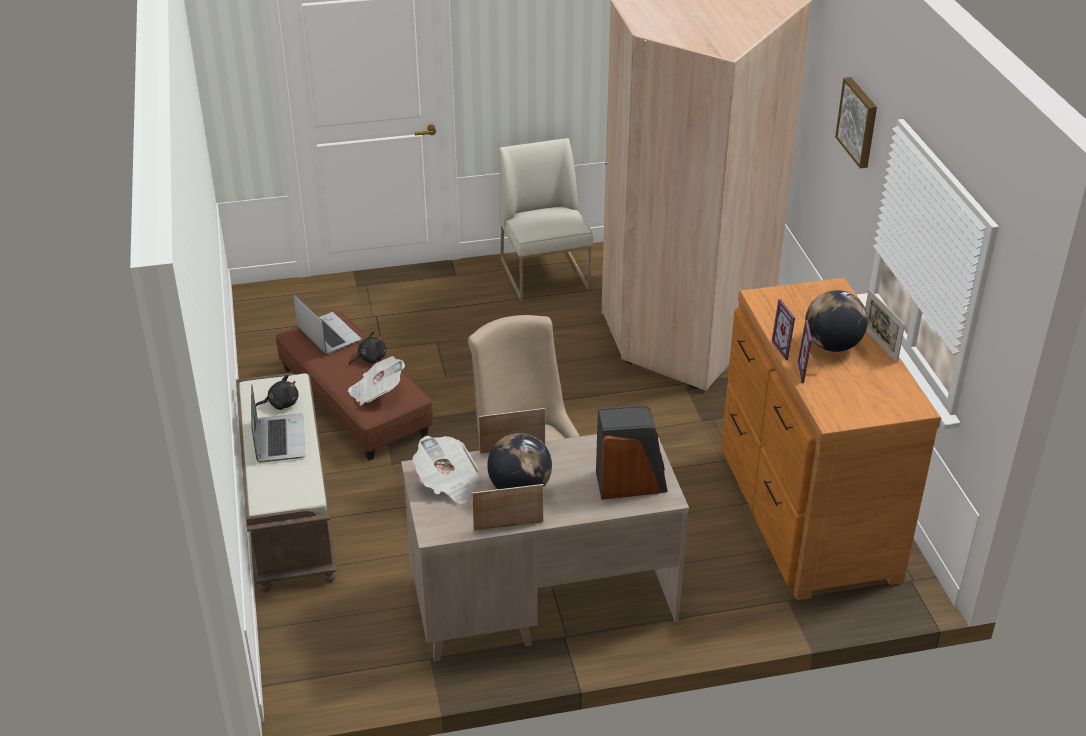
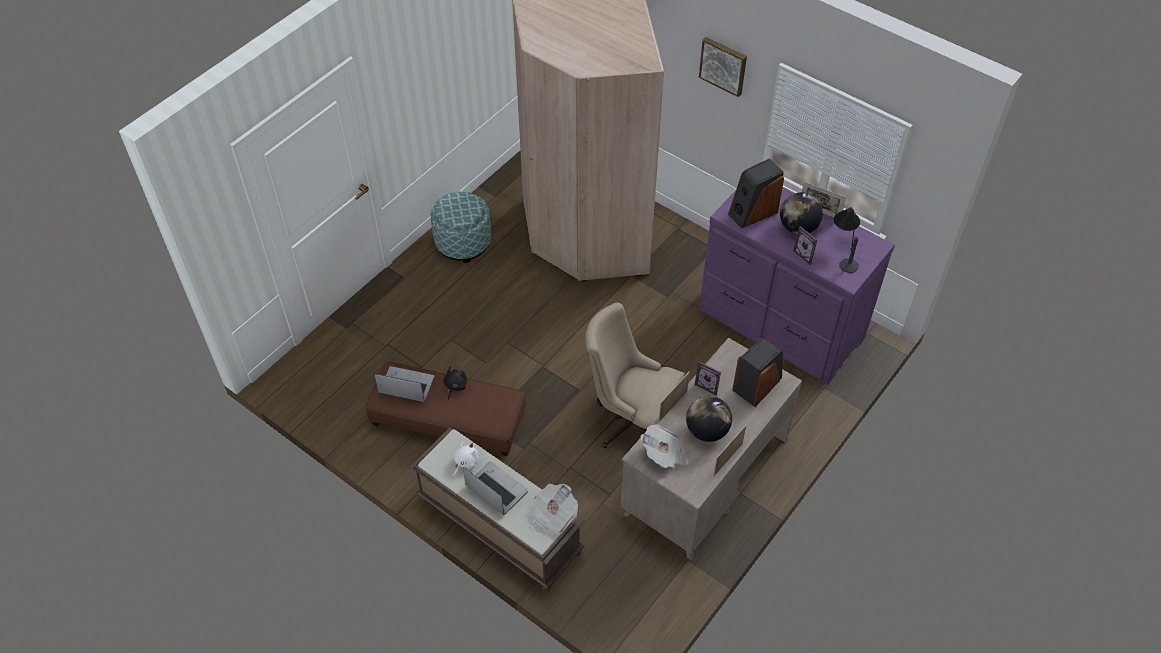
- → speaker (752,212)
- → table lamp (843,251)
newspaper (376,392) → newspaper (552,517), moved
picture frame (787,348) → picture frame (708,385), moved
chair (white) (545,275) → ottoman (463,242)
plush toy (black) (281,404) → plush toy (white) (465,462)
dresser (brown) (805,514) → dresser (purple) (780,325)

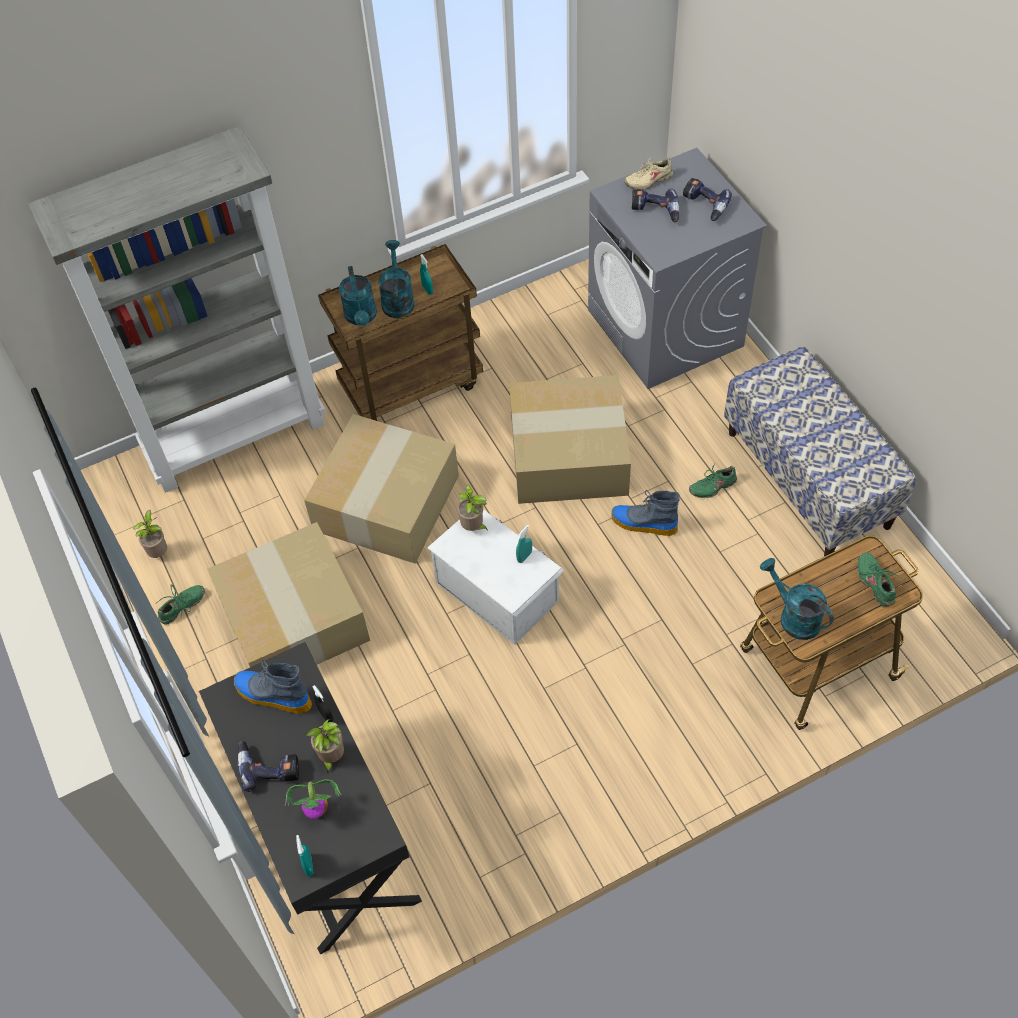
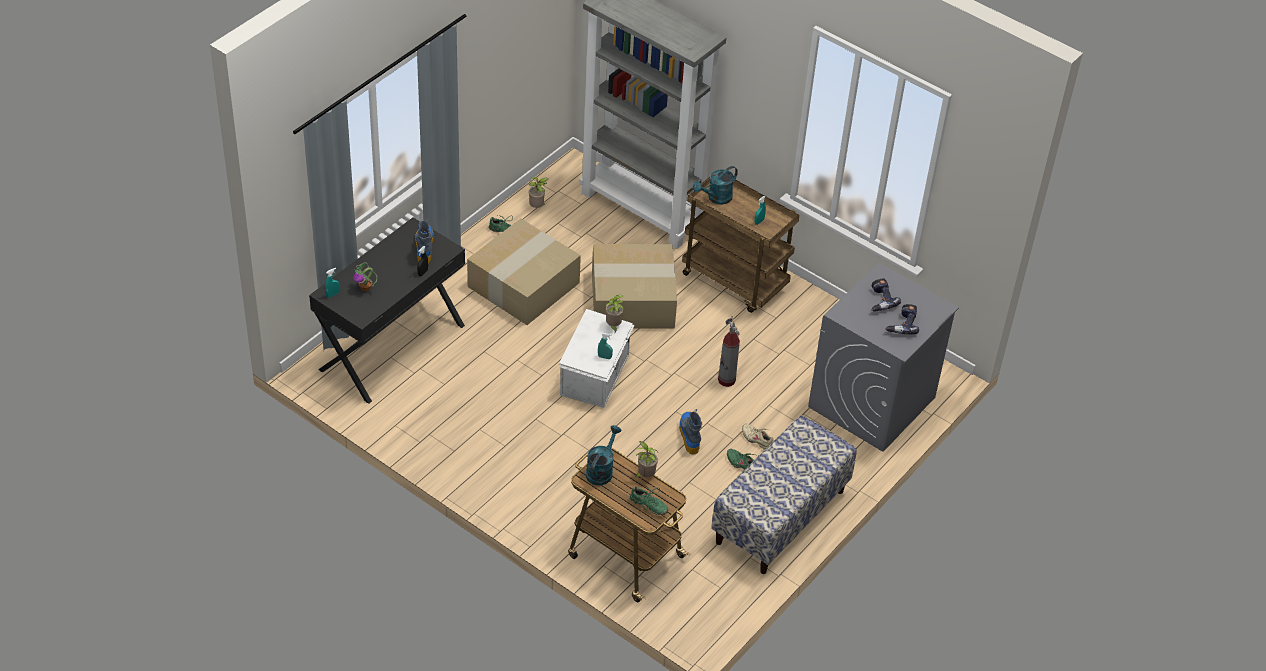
power drill (269,766) → -
watering can (turquoise) (397,299) → -
potted plant (331,757) → potted plant (645,475), moved
shoe (beige) (648,180) → shoe (beige) (757,439), moved
cardboard box (570,453) → fire extinguisher (726,380)
shoe (green) (875,582) → shoe (green) (648,505), 75 degrees clockwise

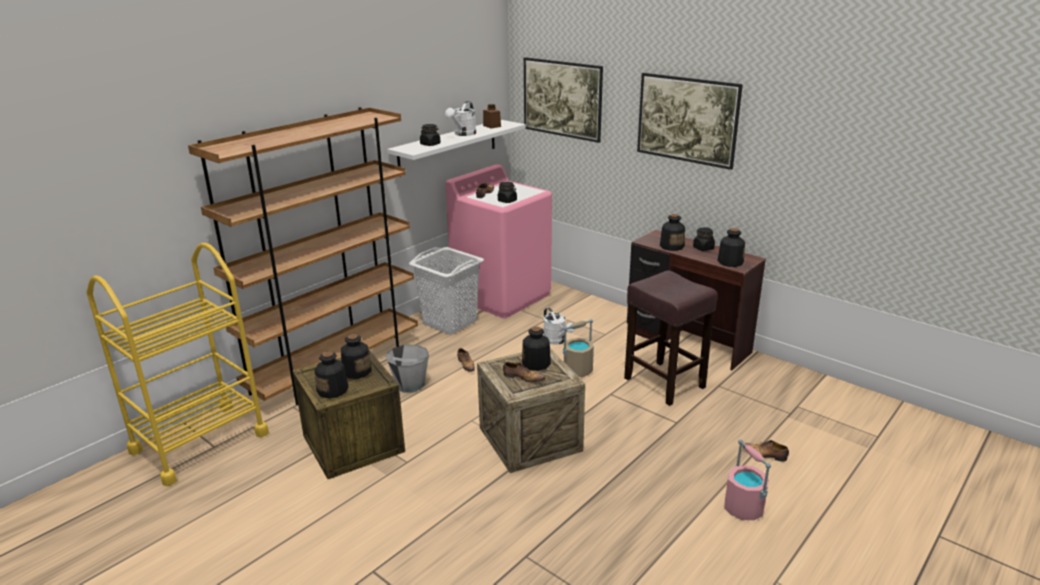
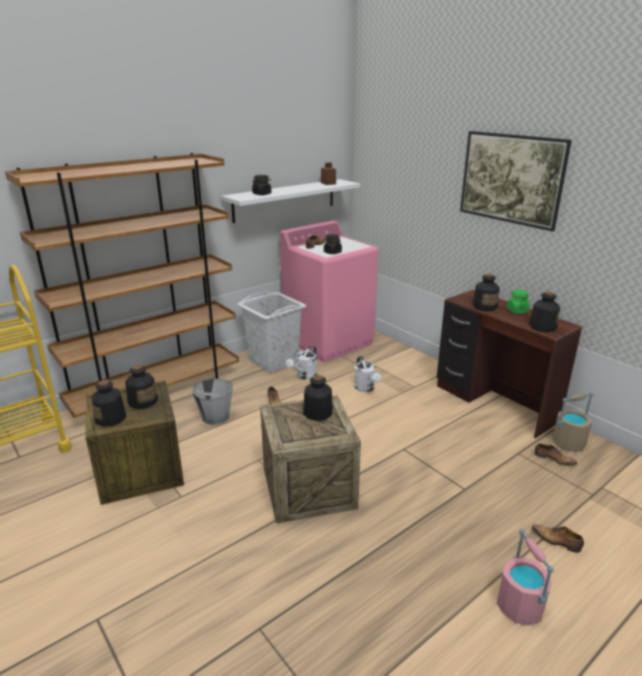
picture (562,117) → -
stool (brown) (663,382) → -
watering can (white) (463,134) → watering can (white) (304,376), moved
shoe (523,378) → shoe (553,459), moved
bucket (beige) (578,370) → bucket (beige) (568,443), moved
jar (black) (703,248) → jar (green) (517,311)

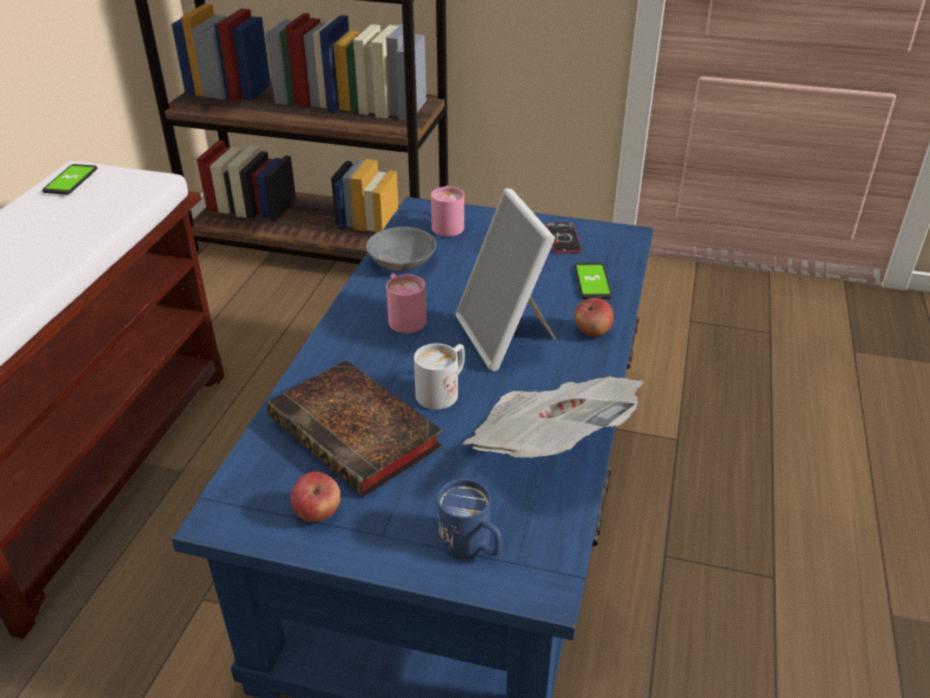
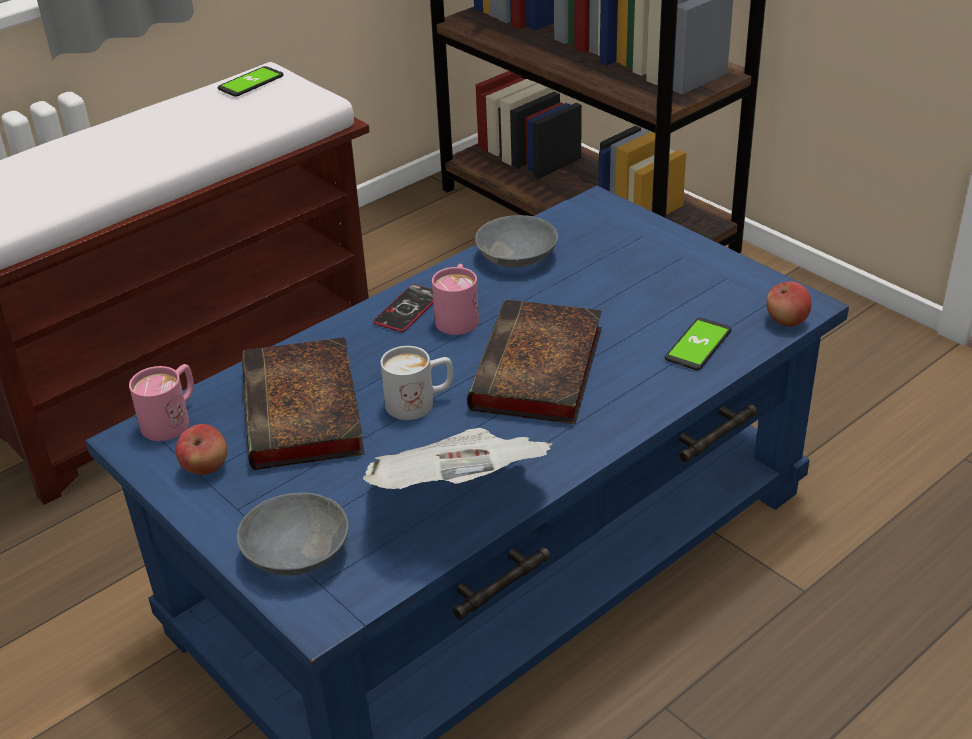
mug (pink) (447,224) → mug (pink) (173,419), moved
phone (563,239) → phone (408,309), moved
apple (592,332) → apple (786,321), moved
mug (blue) (472,546) → bowl (grey) (298,552)
picture frame (506,337) → book (538,372)

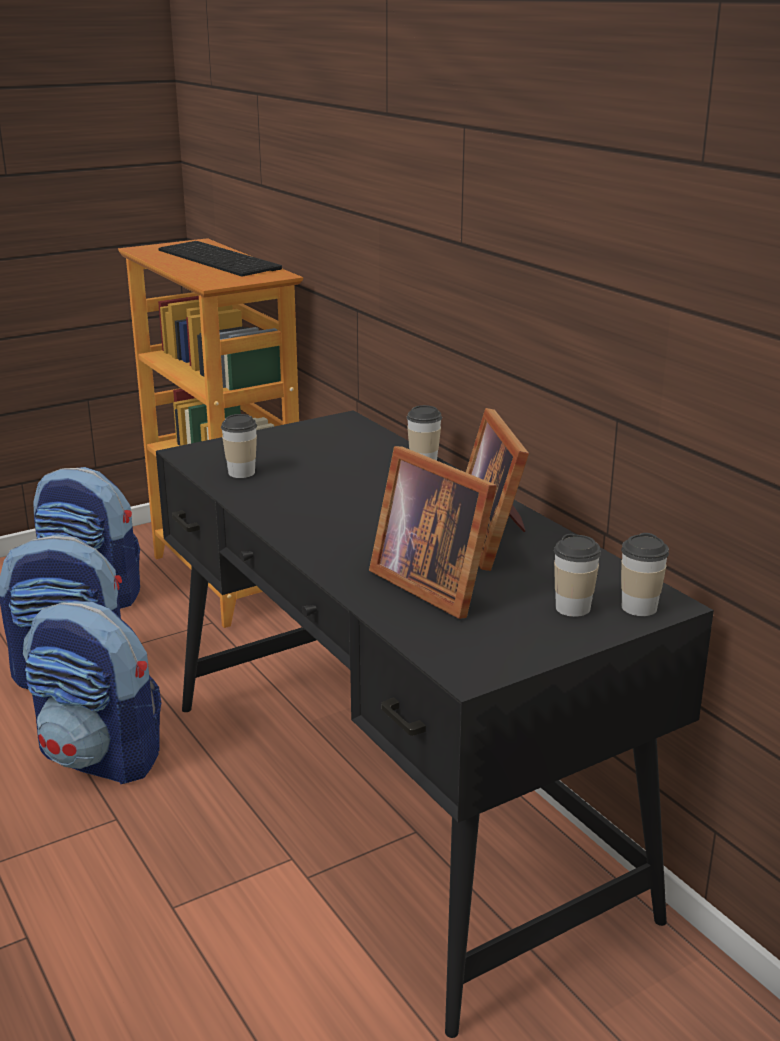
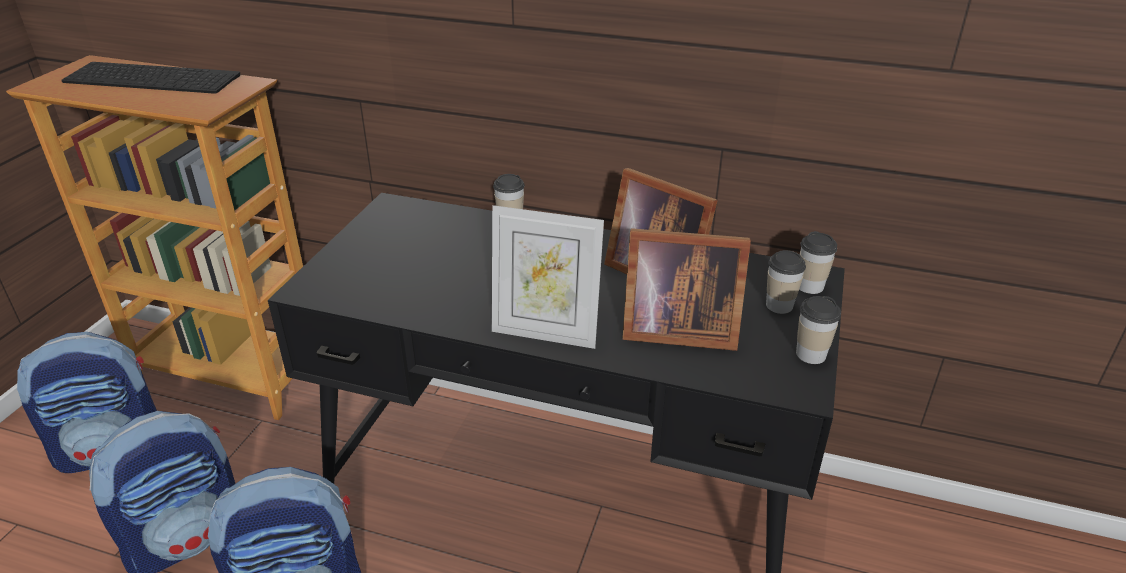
- → picture frame (545,333)
cup (241,472) → cup (810,354), moved

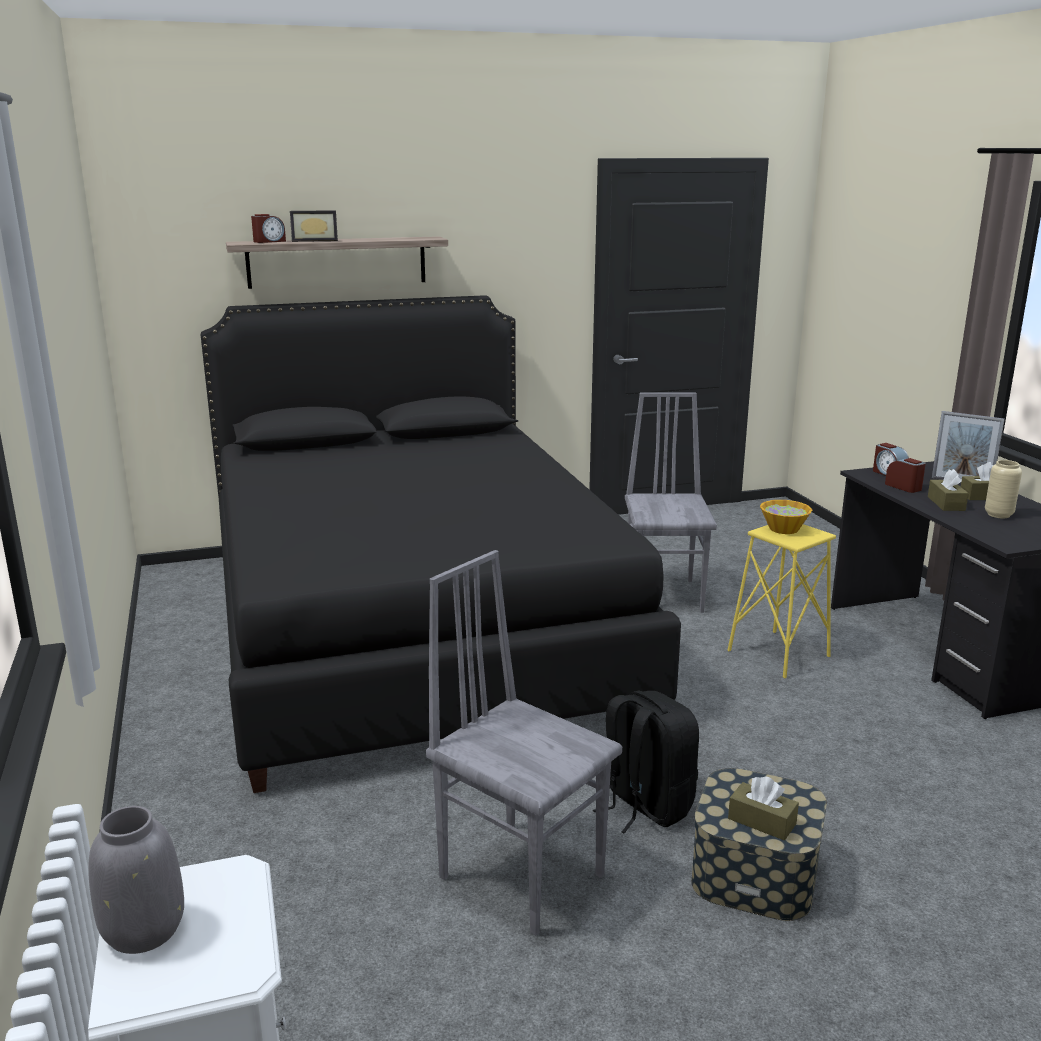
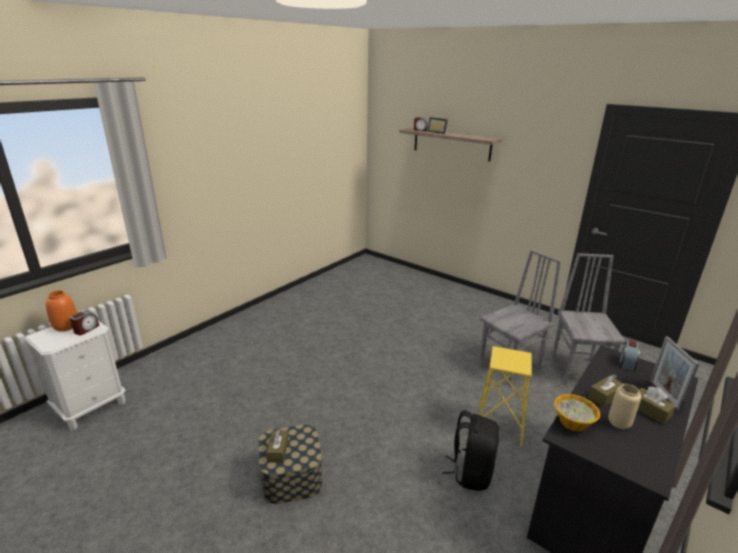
bed (black) (412,628) → -
chair (grey) (522,874) → chair (grey) (578,371), moved
backpack (black) (644,805) → backpack (black) (471,472), moved
bowl (784,529) → bowl (572,423), moved
alarm clock (904,487) → alarm clock (86,329), moved
vase (grey) (142,930) → vase (orange) (66,326)

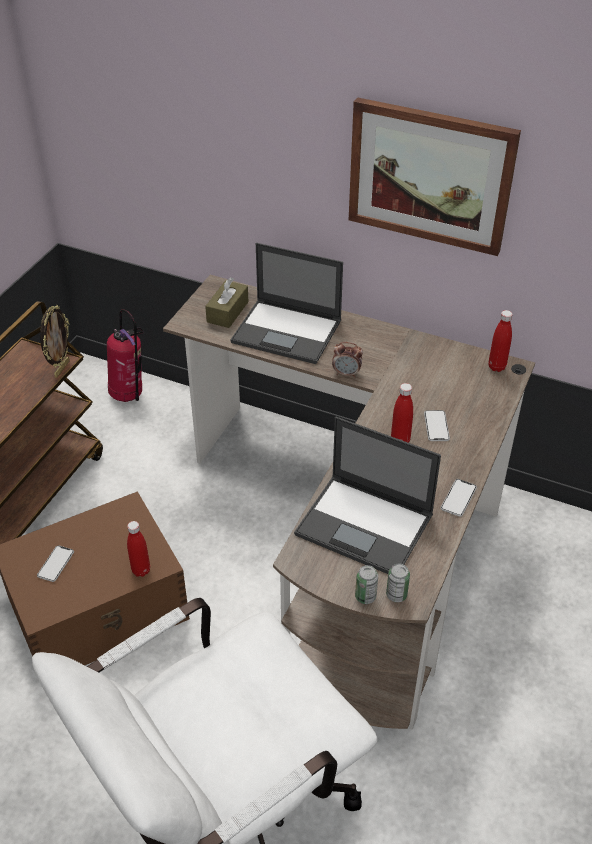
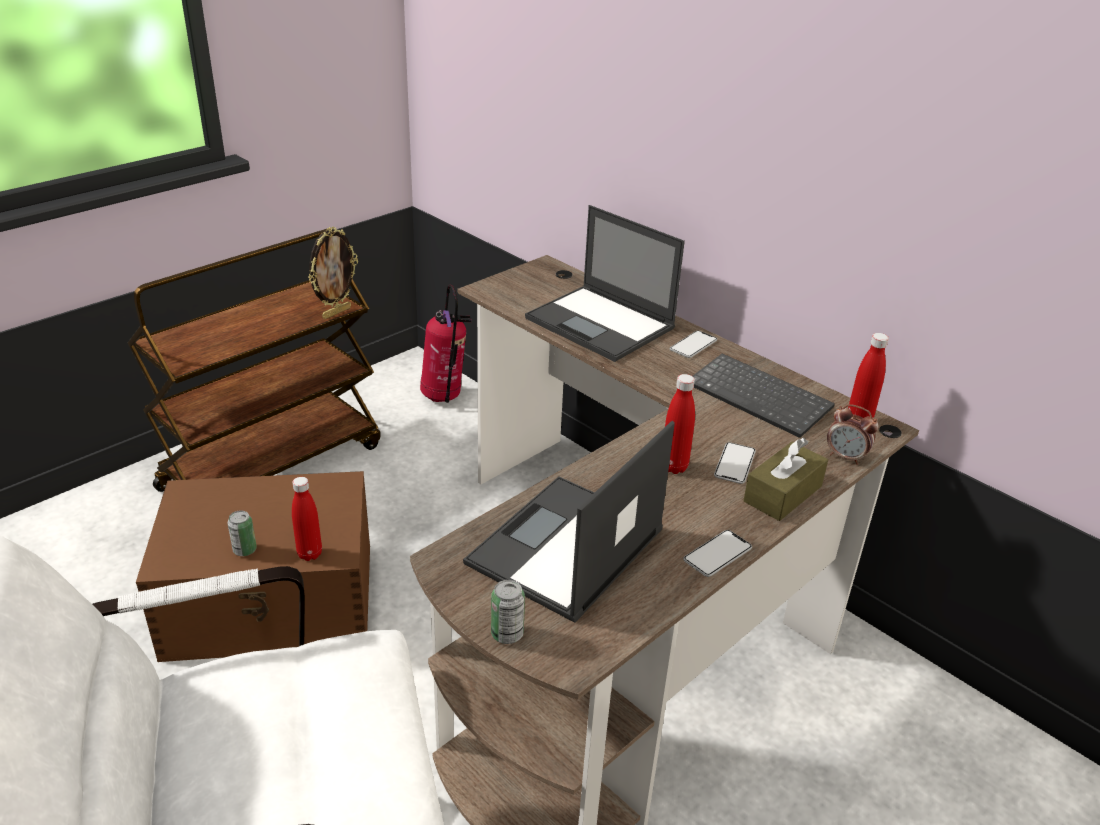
picture (430,176) → -
- → keyboard (761,397)
phone (55,564) → phone (693,345), moved
tissue box (brown) (227,312) → tissue box (brown) (782,494), moved
alarm clock (346,373) → alarm clock (846,457), moved
can (396,595) → can (245,550), moved
laptop (366,525) → laptop (565,548), 75 degrees clockwise

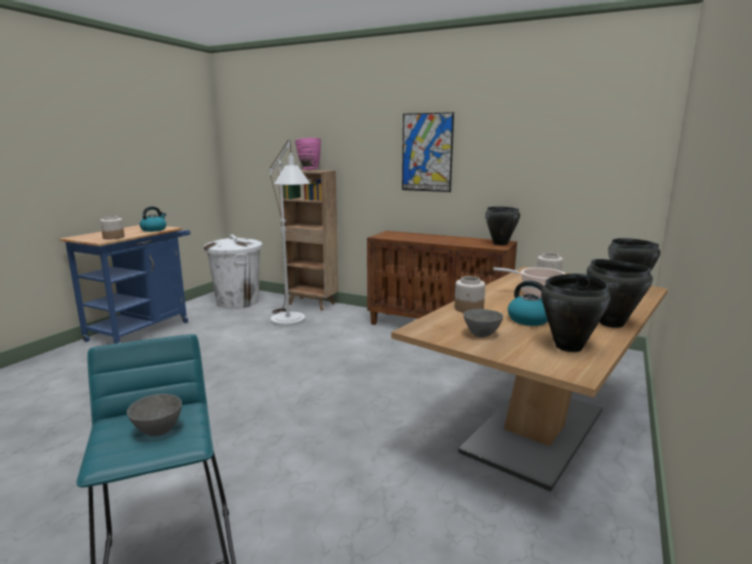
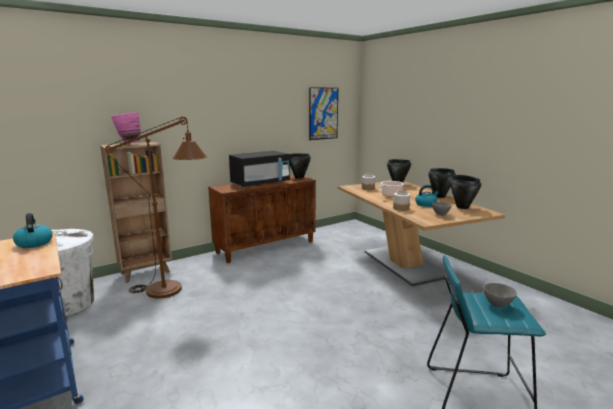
jar (113,237) → -
- → microwave (black) (260,184)
picture (427,152) → picture (323,113), moved
floor lamp (white) (290,323) → floor lamp (brown) (173,290)

